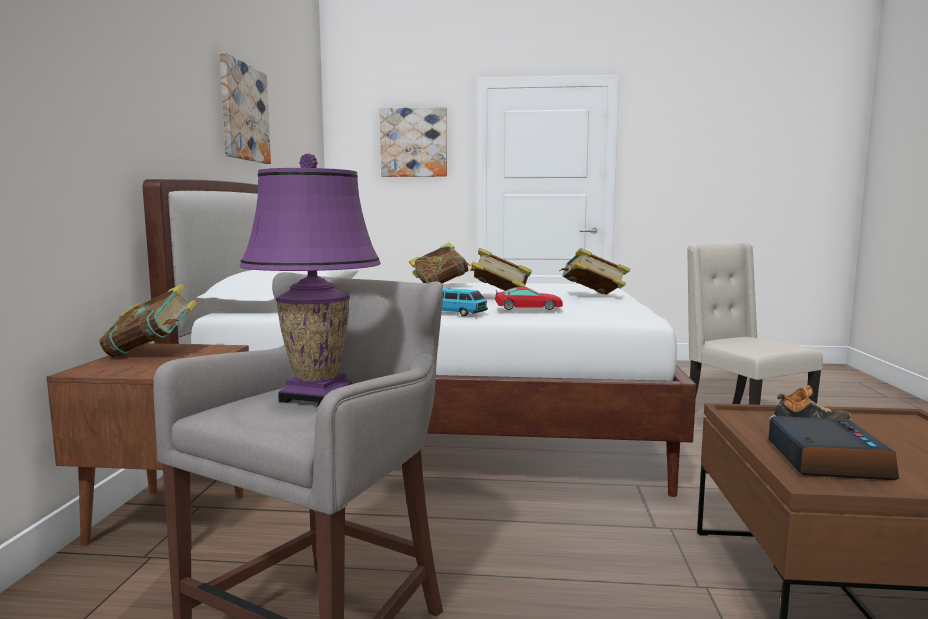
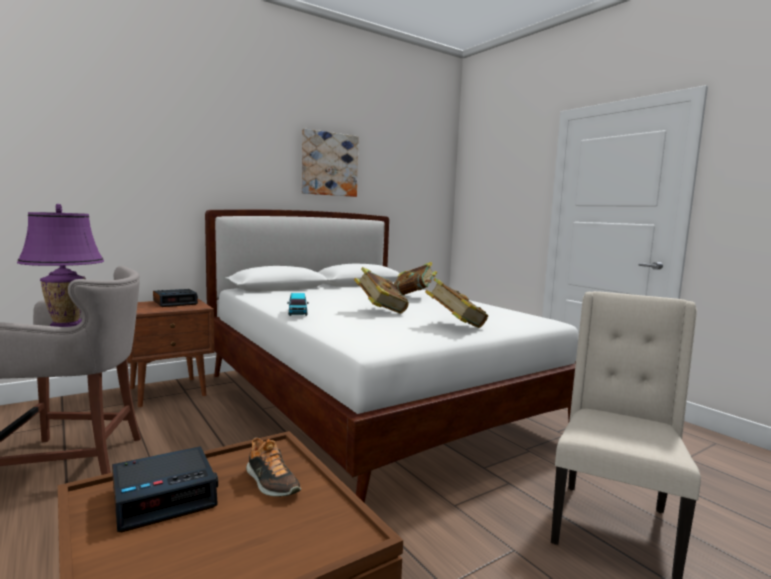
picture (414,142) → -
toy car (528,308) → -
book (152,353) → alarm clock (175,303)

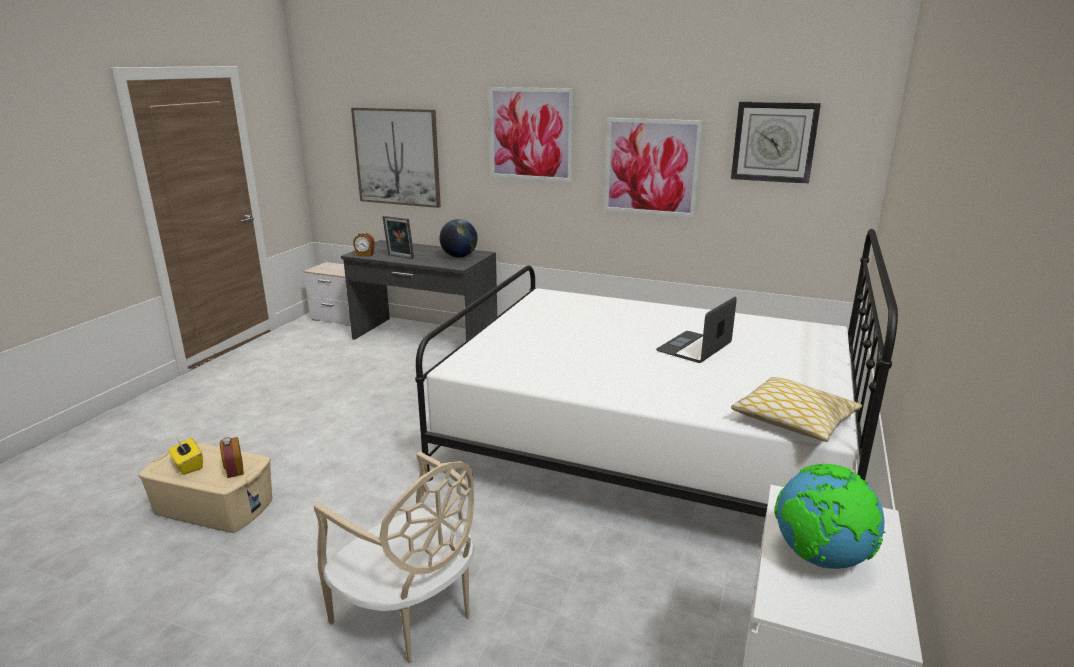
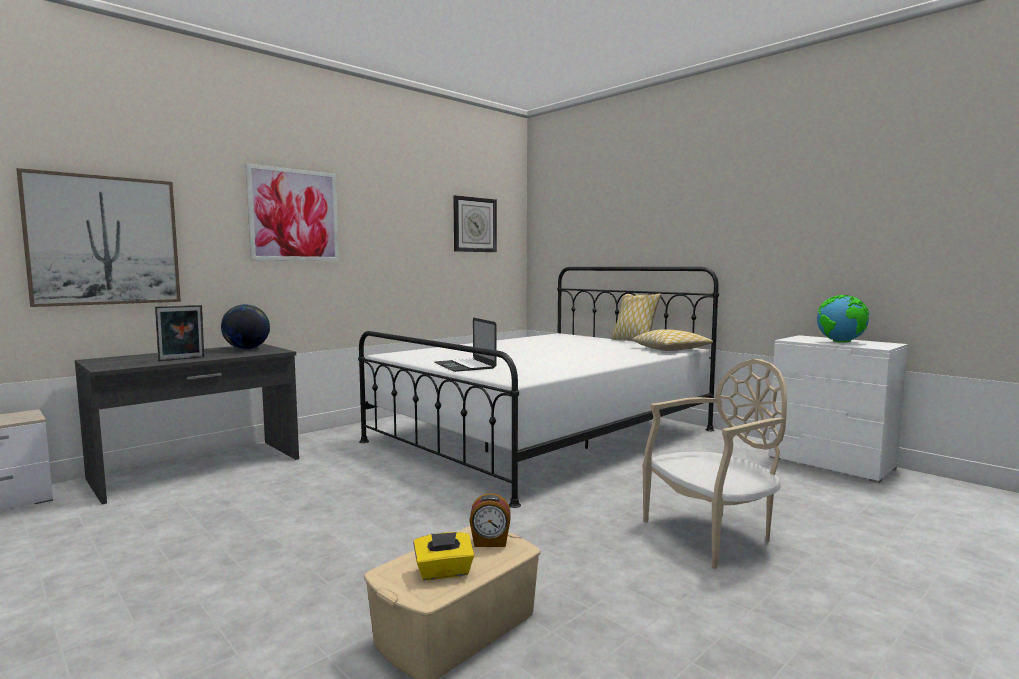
alarm clock (365,255) → -
picture (651,167) → -
- → pillow (633,341)
laptop (694,347) → laptop (465,365), moved

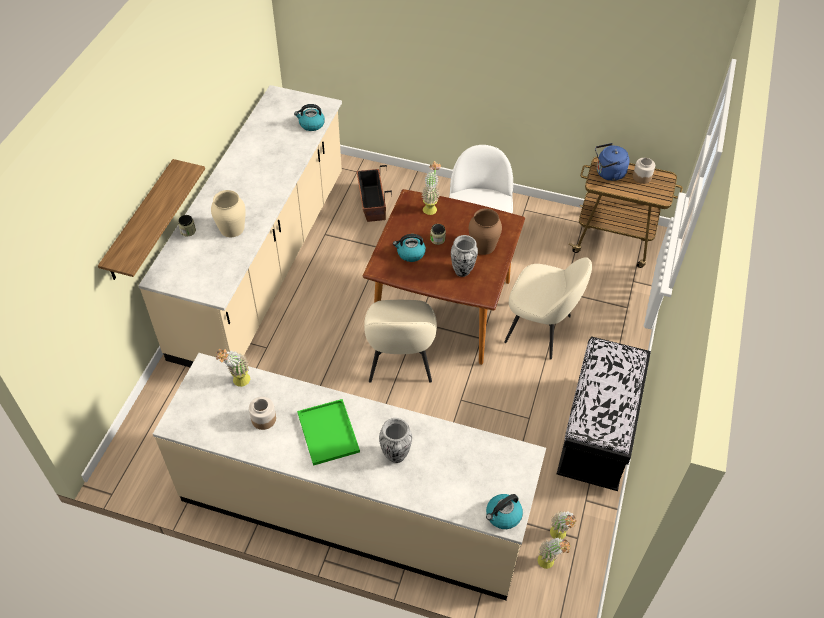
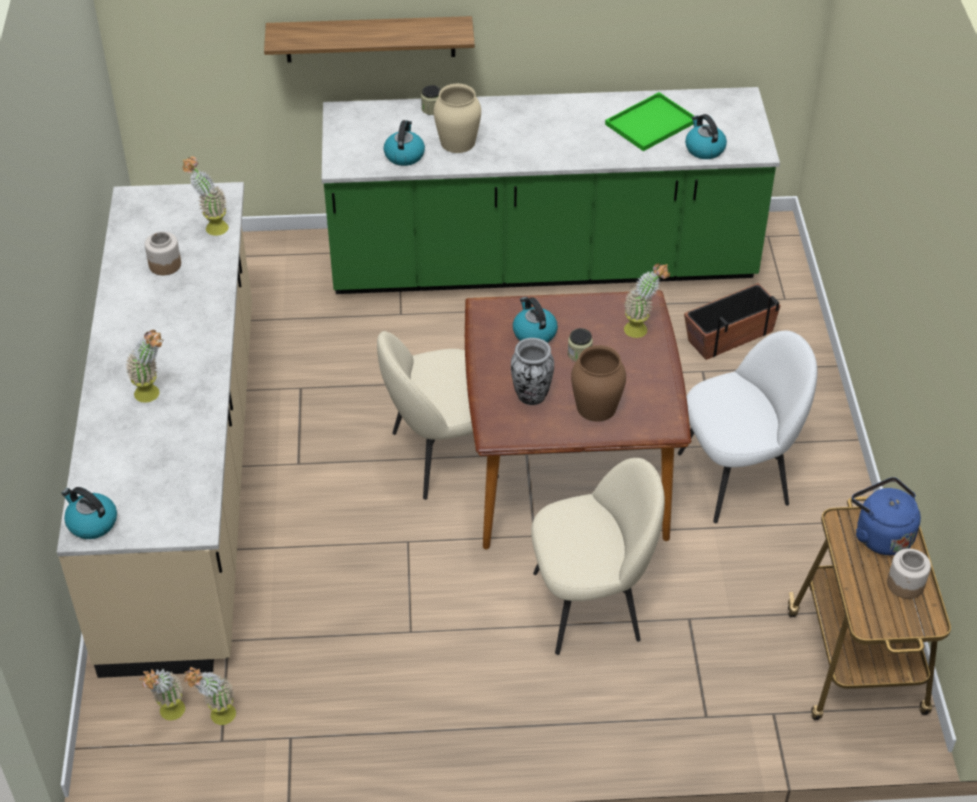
bench (black) (597,434) → -
- → kettle (404,155)
tray (green) (329,433) → tray (green) (650,124), moved
vase (395,454) → potted plant (153,394)
counter (beige) (263,263) → counter (green) (542,262)
chair (beige) (540,330) → chair (beige) (590,605), 105 degrees counterclockwise

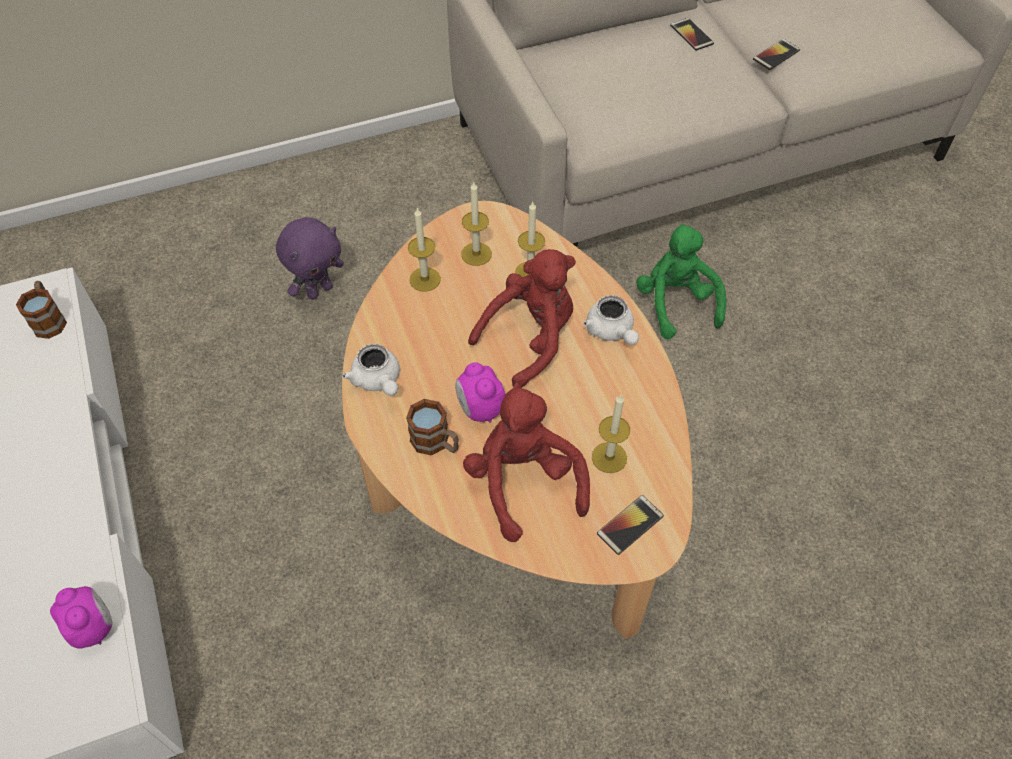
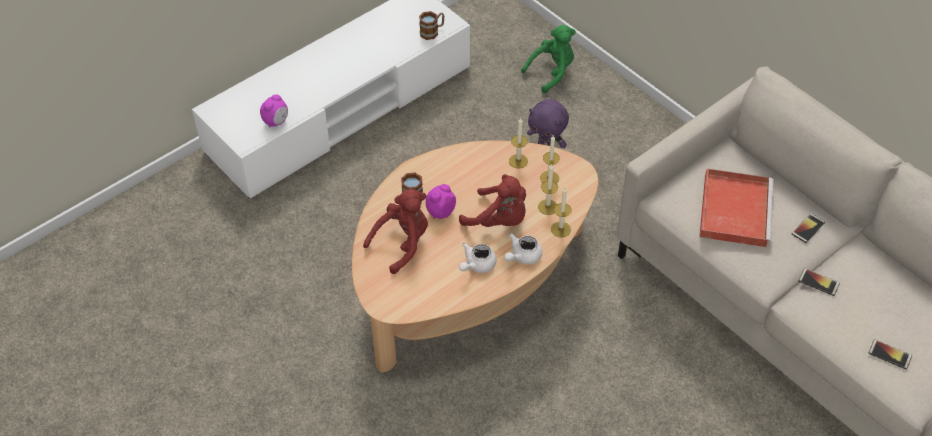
- → tray (red) (734,209)
teapot (white) (378,381) → teapot (white) (477,265), moved
candle (609,457) → candle (560,229), moved
phone (630,525) → phone (889,355), moved
plush toy (green) (676,303) → plush toy (green) (552,72), moved

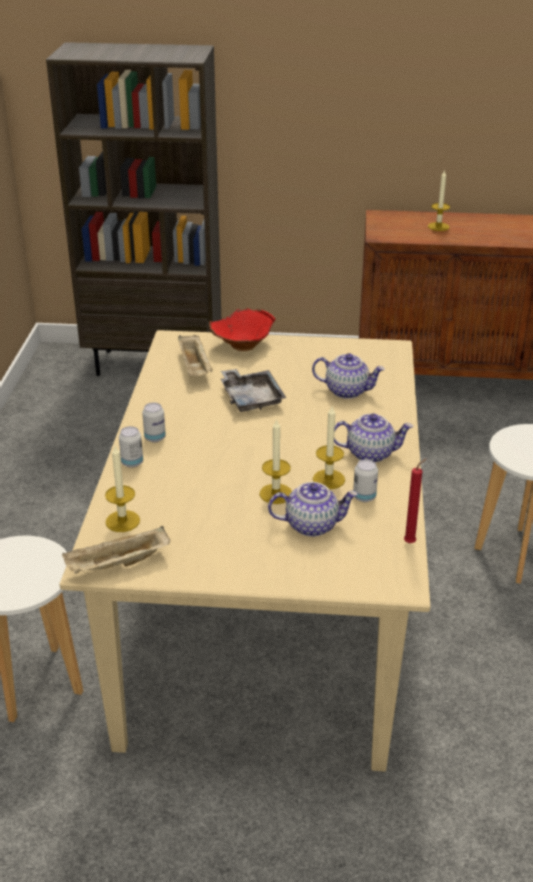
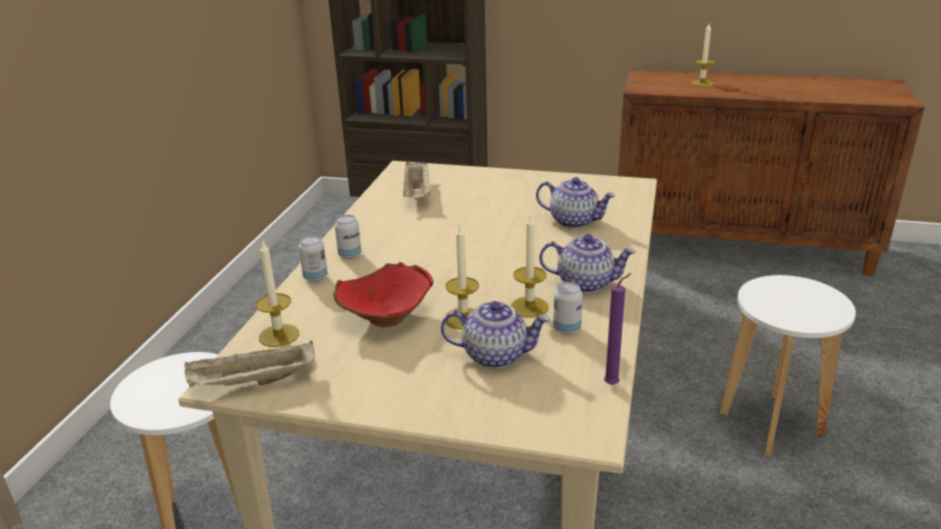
tray (grey) (251,398) → -
bowl (red) (241,344) → bowl (red) (385,316), moved
candle (red) (411,542) → candle (purple) (613,384)

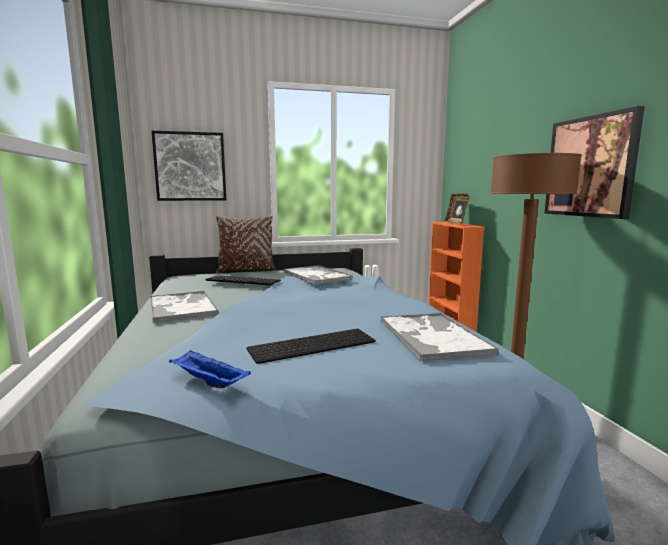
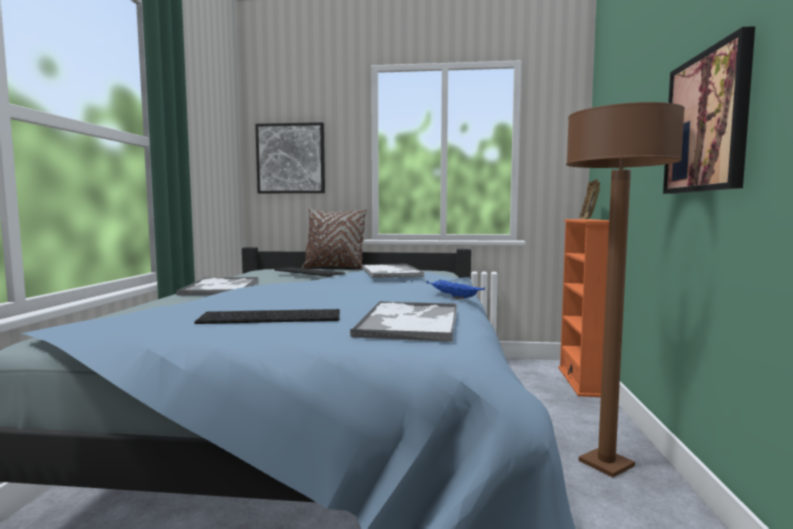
tray (blue) (208,382) → tray (blue) (453,297), moved

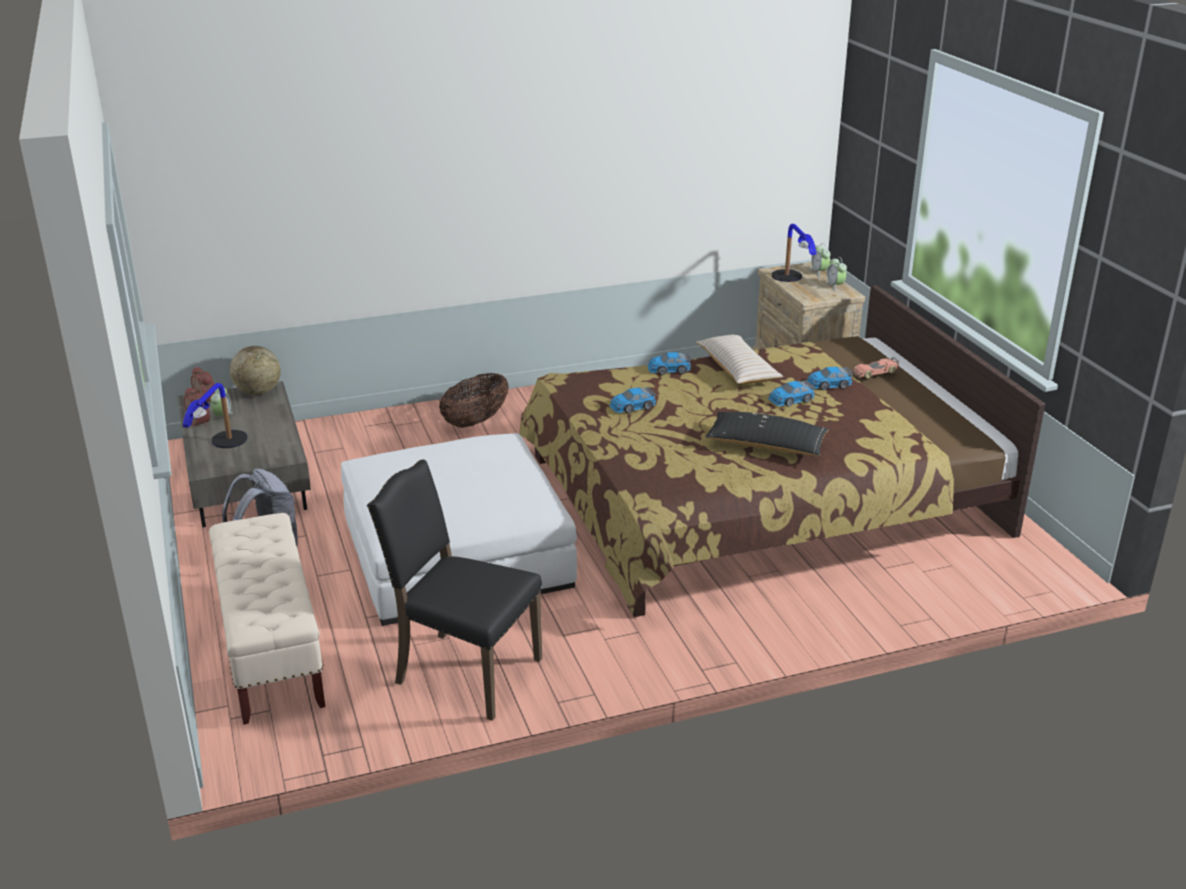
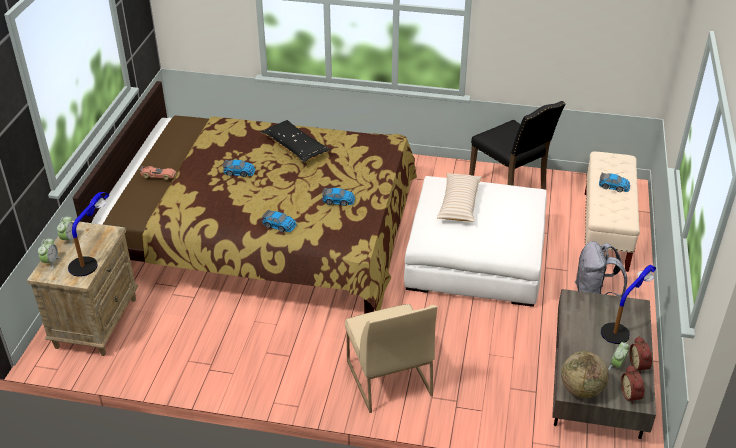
pillow (beige) (737,370) → pillow (beige) (459,204), moved
toy car (828,384) → toy car (614,186), moved
basket (475,421) → chair (beige) (388,378)

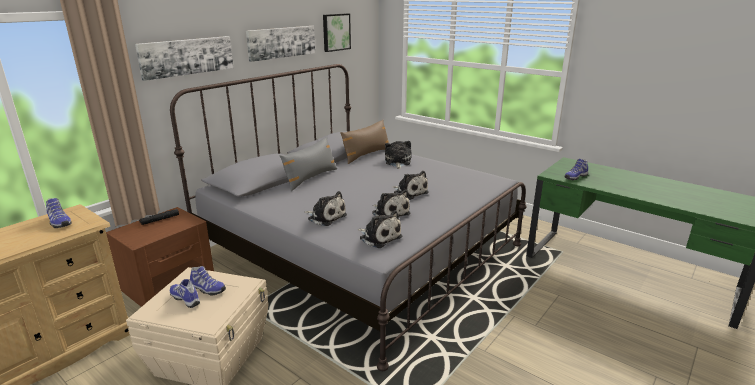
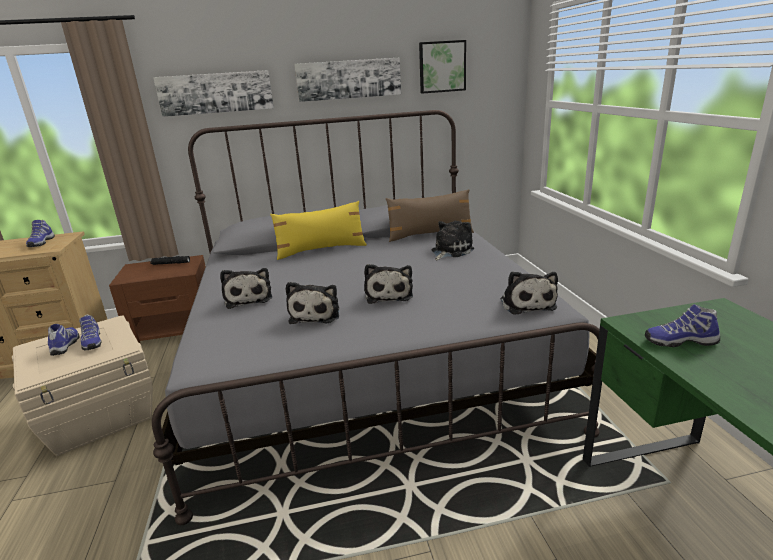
plush toy (379,237) → plush toy (526,303), moved
pillow (grey) (310,178) → pillow (yellow) (321,250)

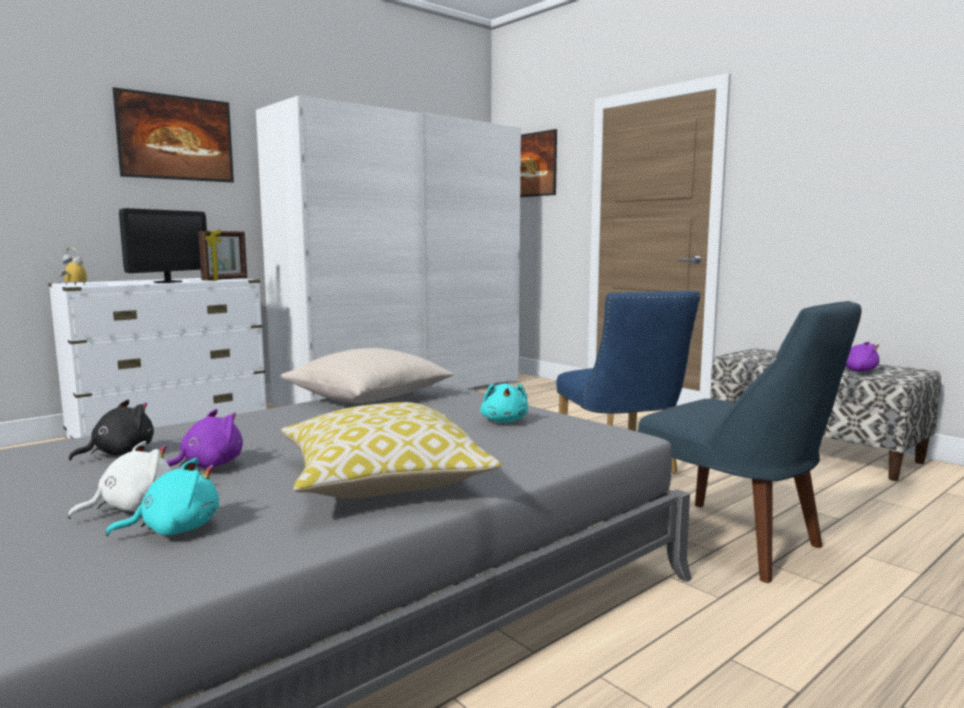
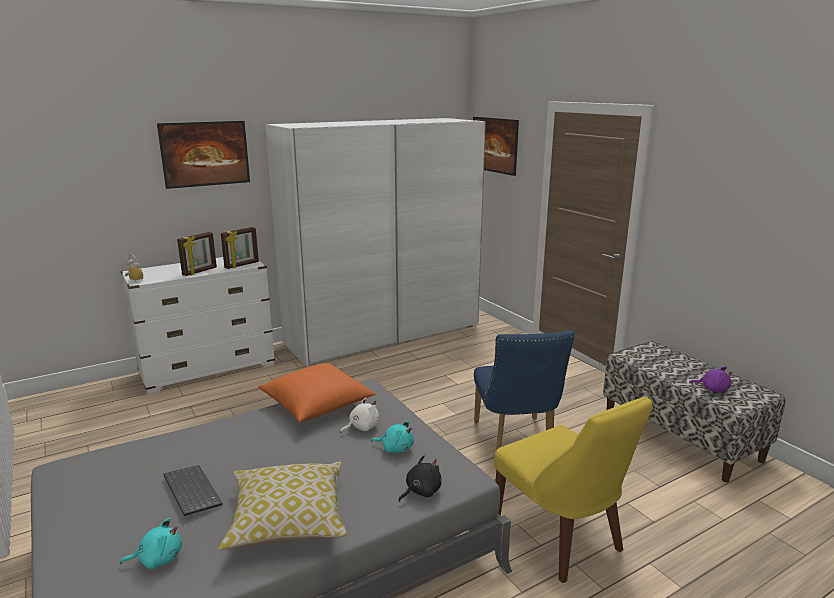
plush toy (white) (132,508) → plush toy (white) (362,427), moved
plush toy (black) (119,453) → plush toy (black) (421,491), moved
monitor (168,282) → picture frame (200,271)
plush toy (purple) (208,465) → keyboard (190,491)
pillow (beige) (368,398) → pillow (orange) (317,405)
chair (blue) (735,543) → chair (yellow) (561,538)
plush toy (turquoise) (504,421) → plush toy (turquoise) (395,448), 75 degrees counterclockwise

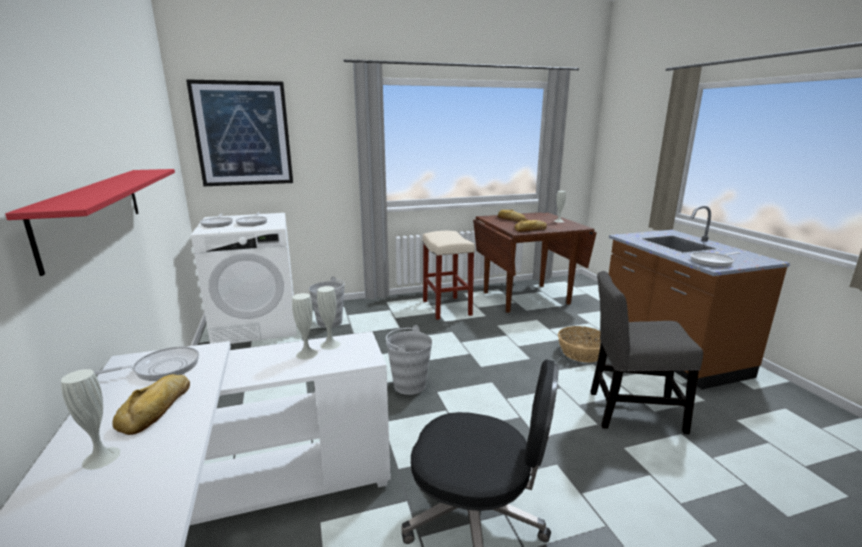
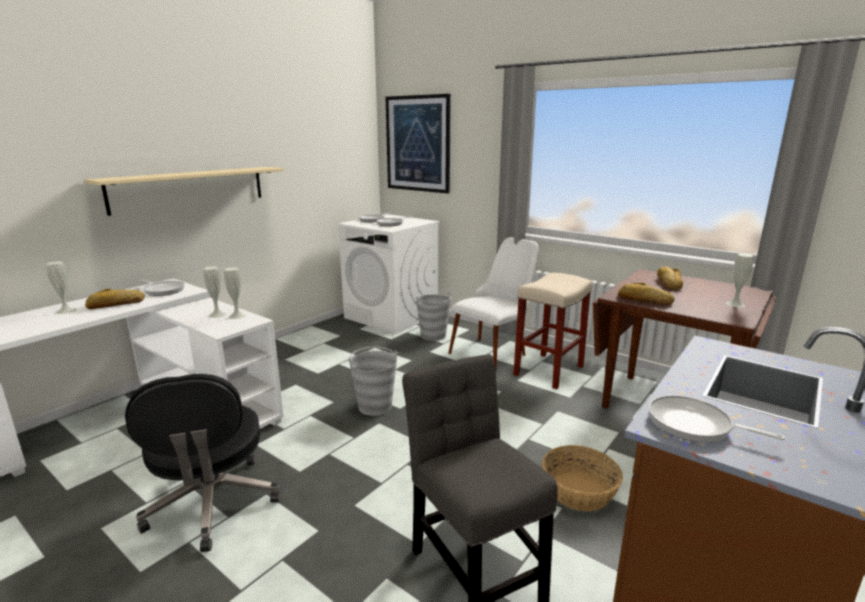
- → chair (white) (494,350)
shelf (red) (94,211) → shelf (beige) (190,189)

